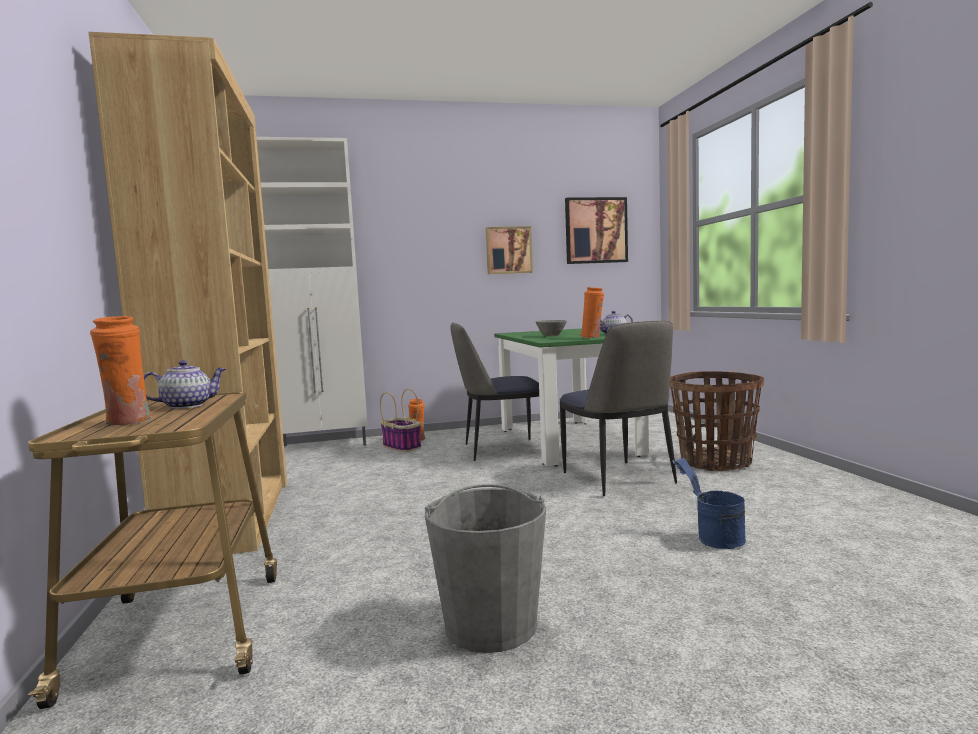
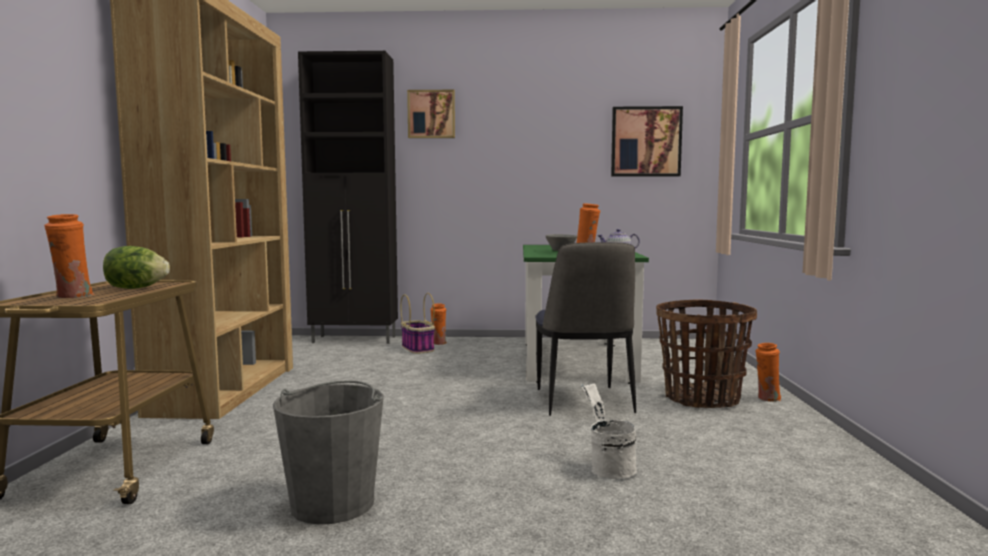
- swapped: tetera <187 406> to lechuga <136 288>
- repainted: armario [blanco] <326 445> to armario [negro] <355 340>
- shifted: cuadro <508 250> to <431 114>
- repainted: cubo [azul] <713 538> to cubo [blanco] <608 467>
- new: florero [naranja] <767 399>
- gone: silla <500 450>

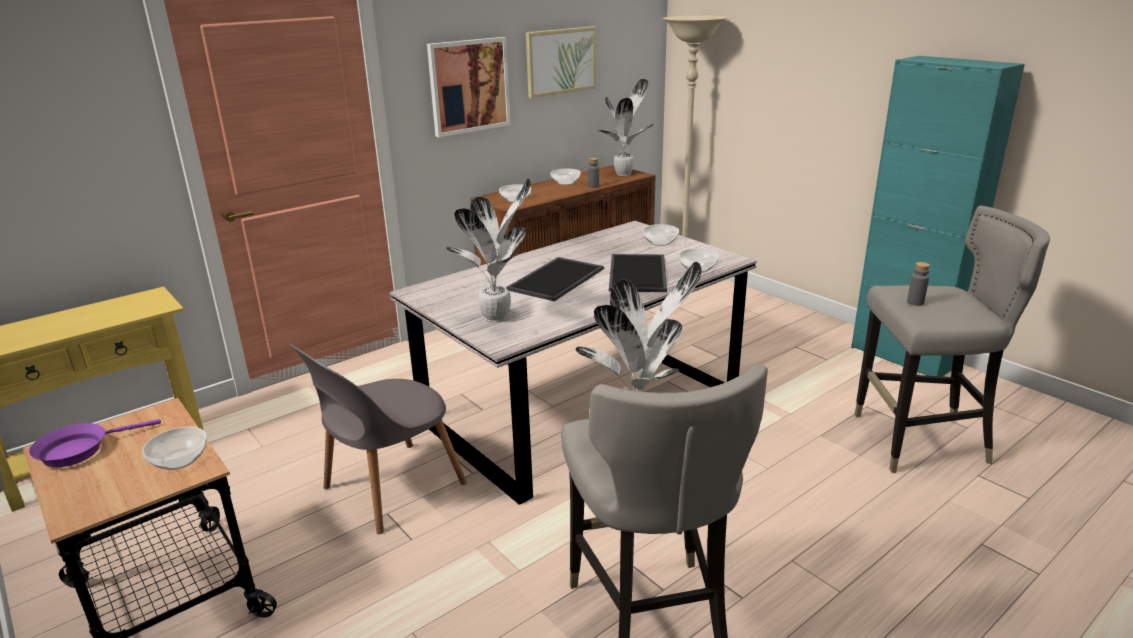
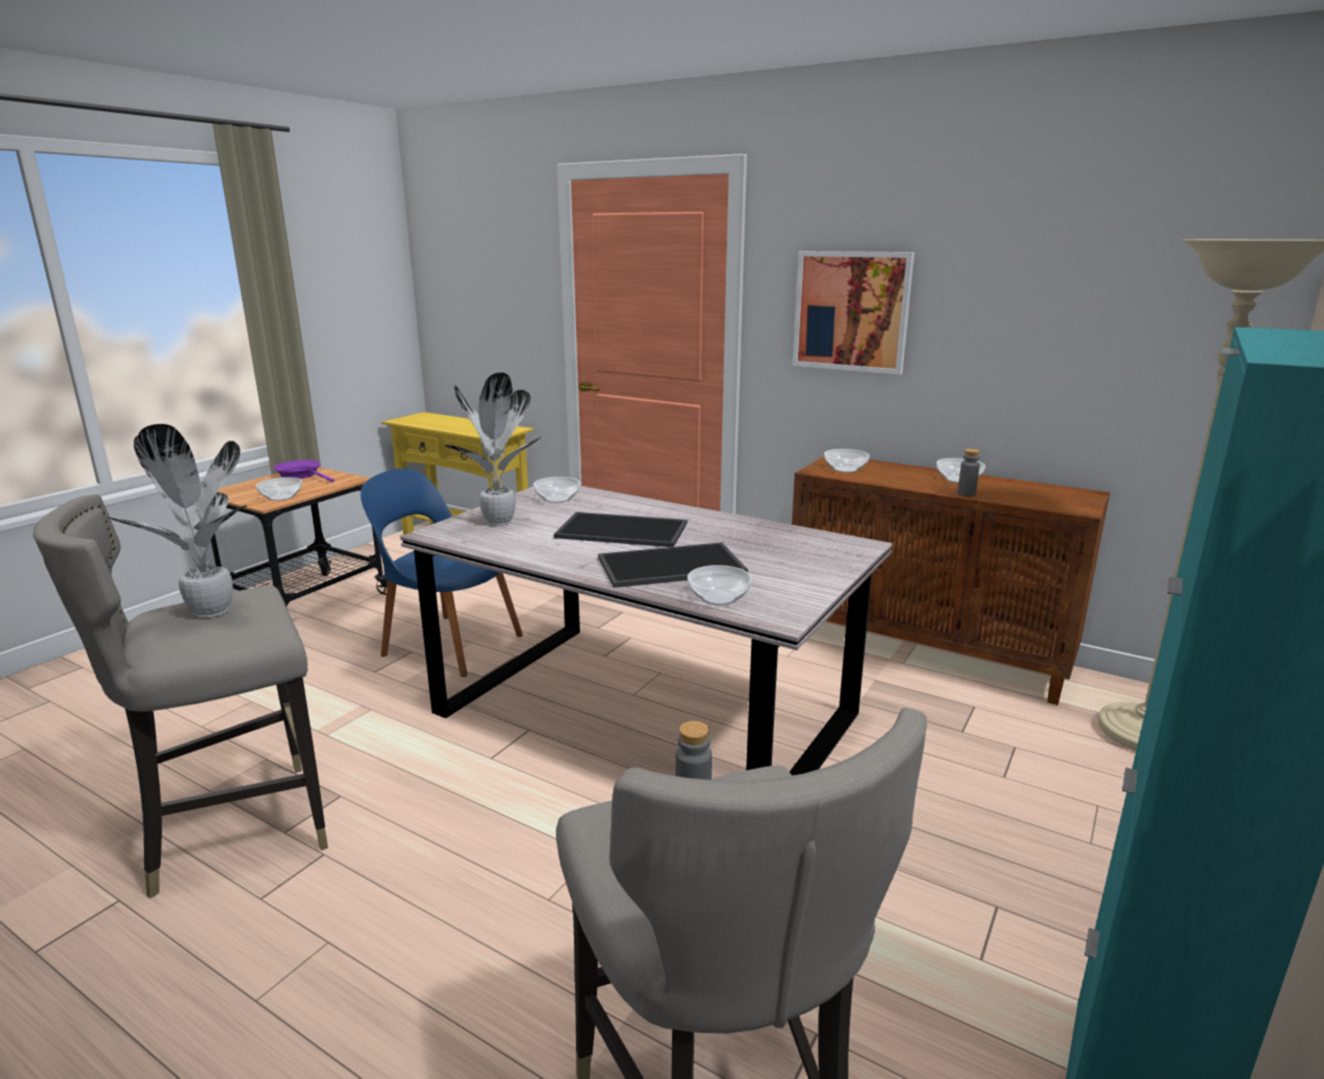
- repainted: silla [gris] <389 488> to silla [azul] <448 643>
- shifted: cuenco <661 242> to <557 499>
- gone: cuadro <560 61>
- gone: planta en maceta <625 174>

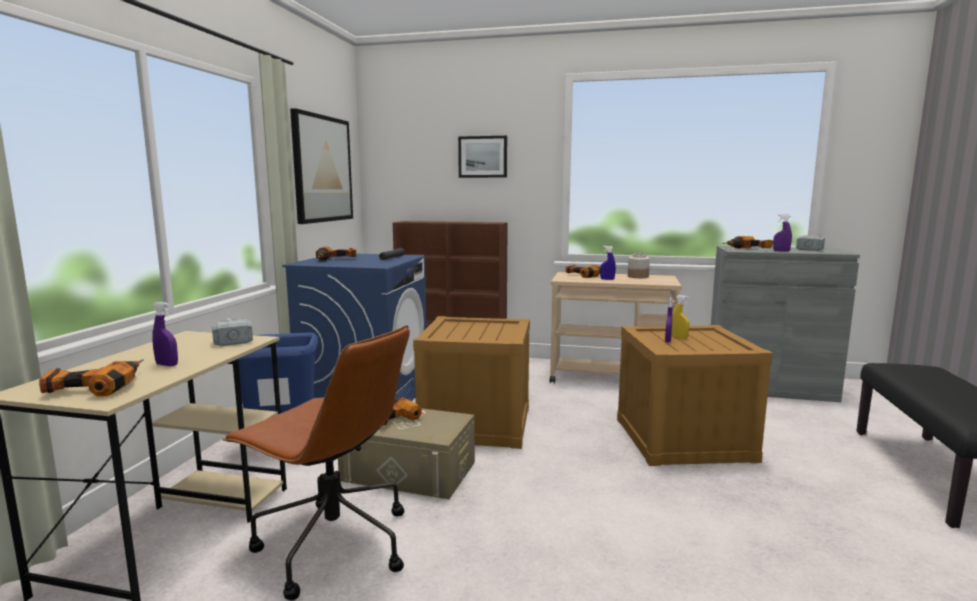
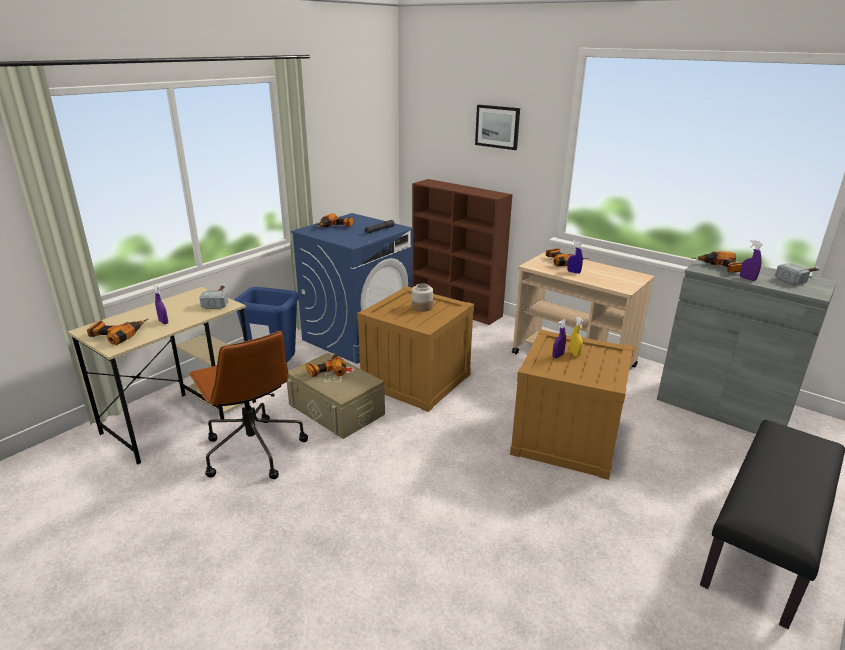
- shifted: tarro <637 276> to <421 307>
- gone: cuadro <322 169>

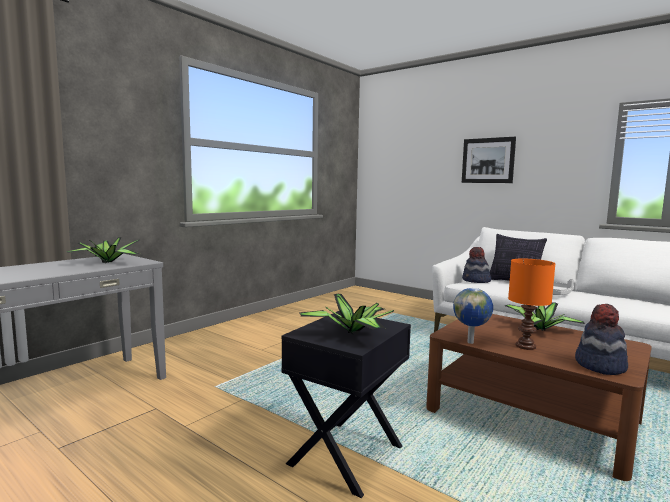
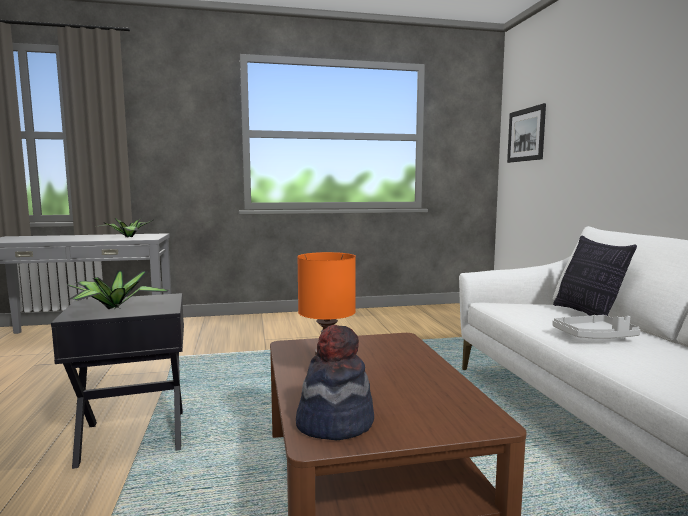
- shifted: cuadro <488 160> to <526 135>
- gone: globo terráqueo <471 342>
- gone: sombrero <476 281>
- gone: planta en maceta <540 330>

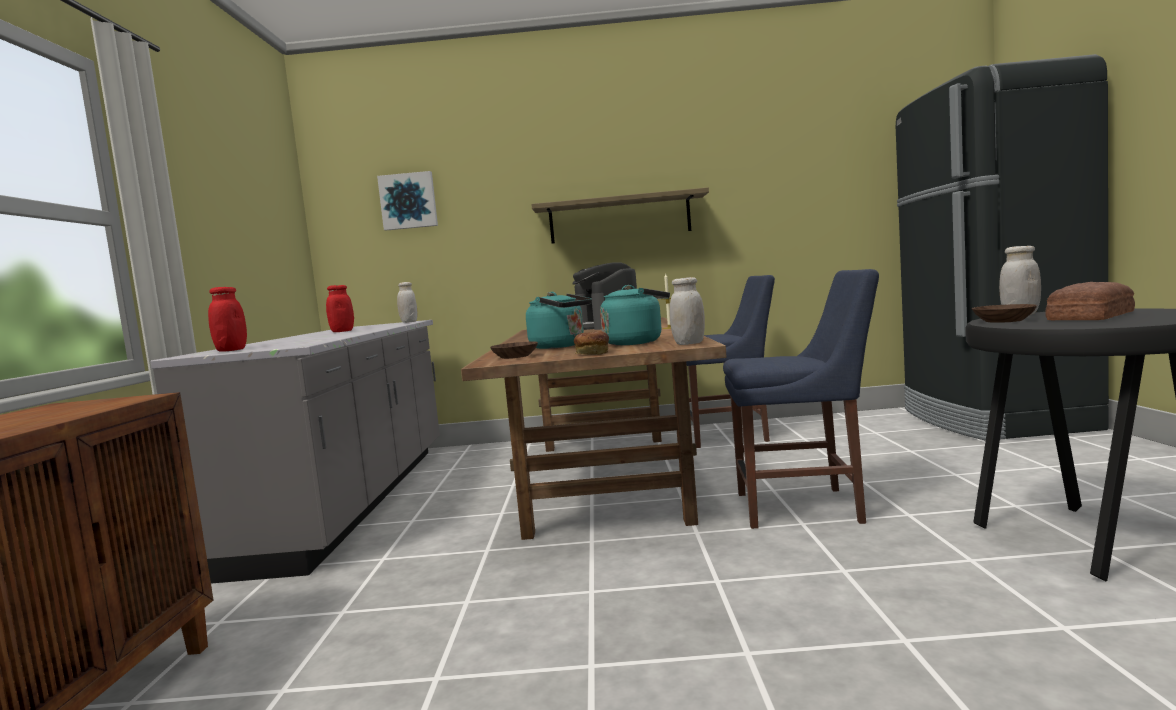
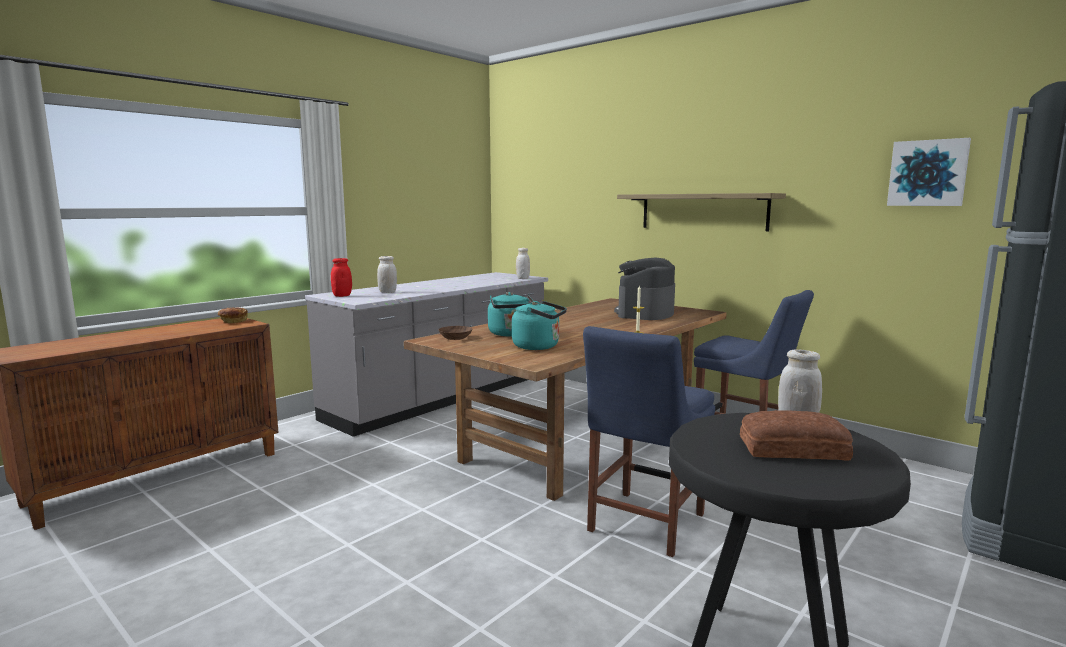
- shifted: pan <592 353> to <233 321>
- shifted: tarro [blanco] <689 343> to <387 292>
- rotated: silla [azul] <805 507> = <643 525> 75 degrees clockwise
- shifted: cuadro <408 201> to <928 173>
- gone: tarro [rojo] <342 331>
- gone: cuenco [marrón] <1005 321>

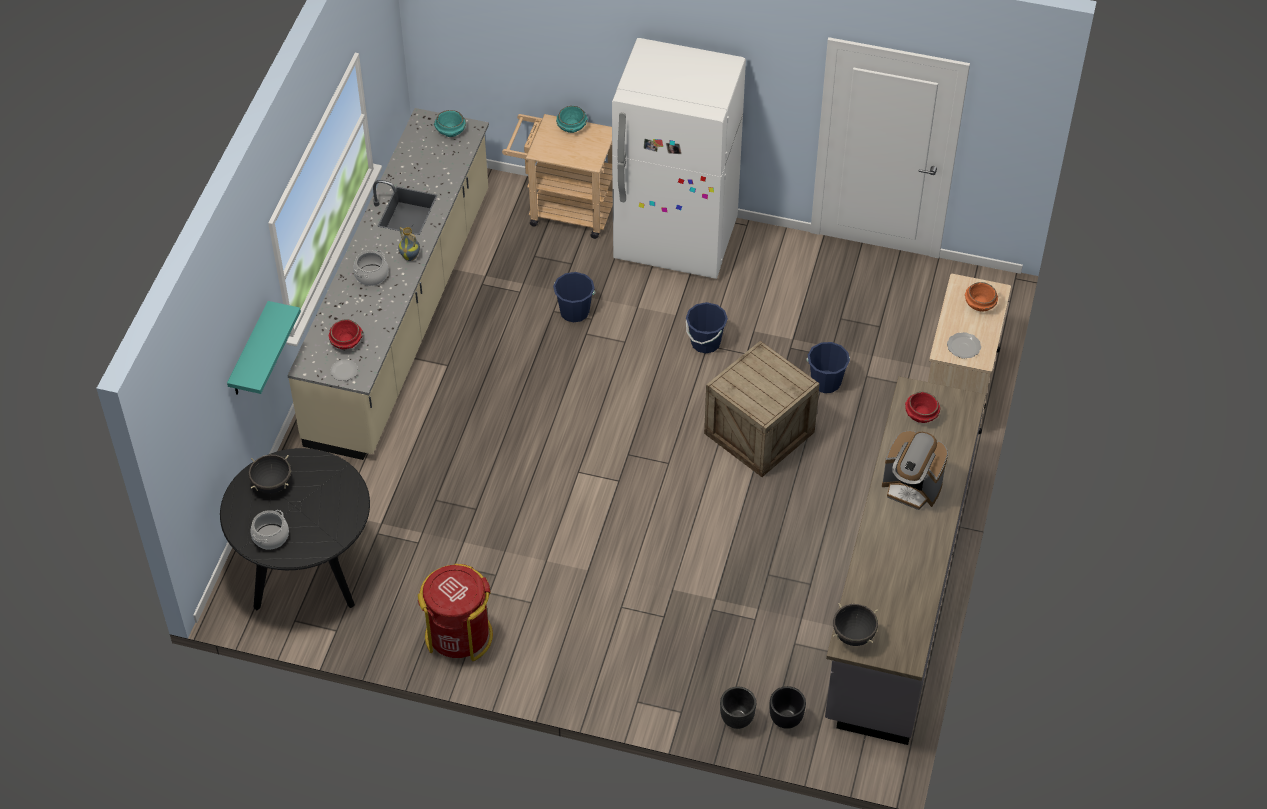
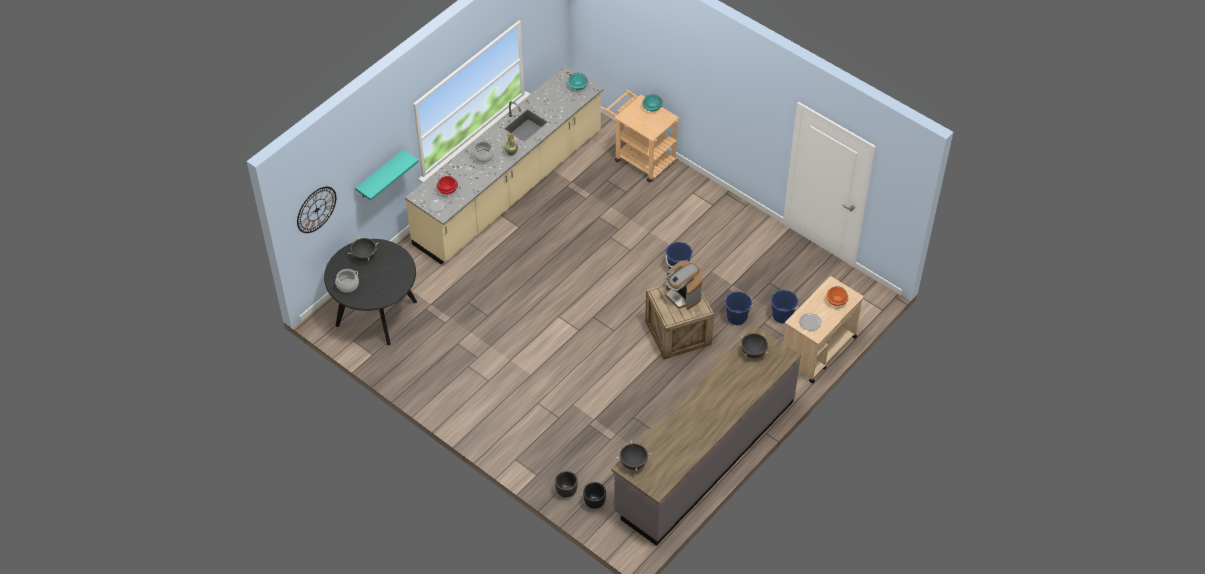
- new: reloj de pared <316 209>
- shifted: cafetera <912 487> to <682 296>
- swapped: cuenco [rojo] <921 415> to olla [negro] <753 352>
- shifted: cubo [azul] <574 311> to <782 316>
- gone: papelera [rojo] <459 635>
- gone: nevera [blanco] <676 241>

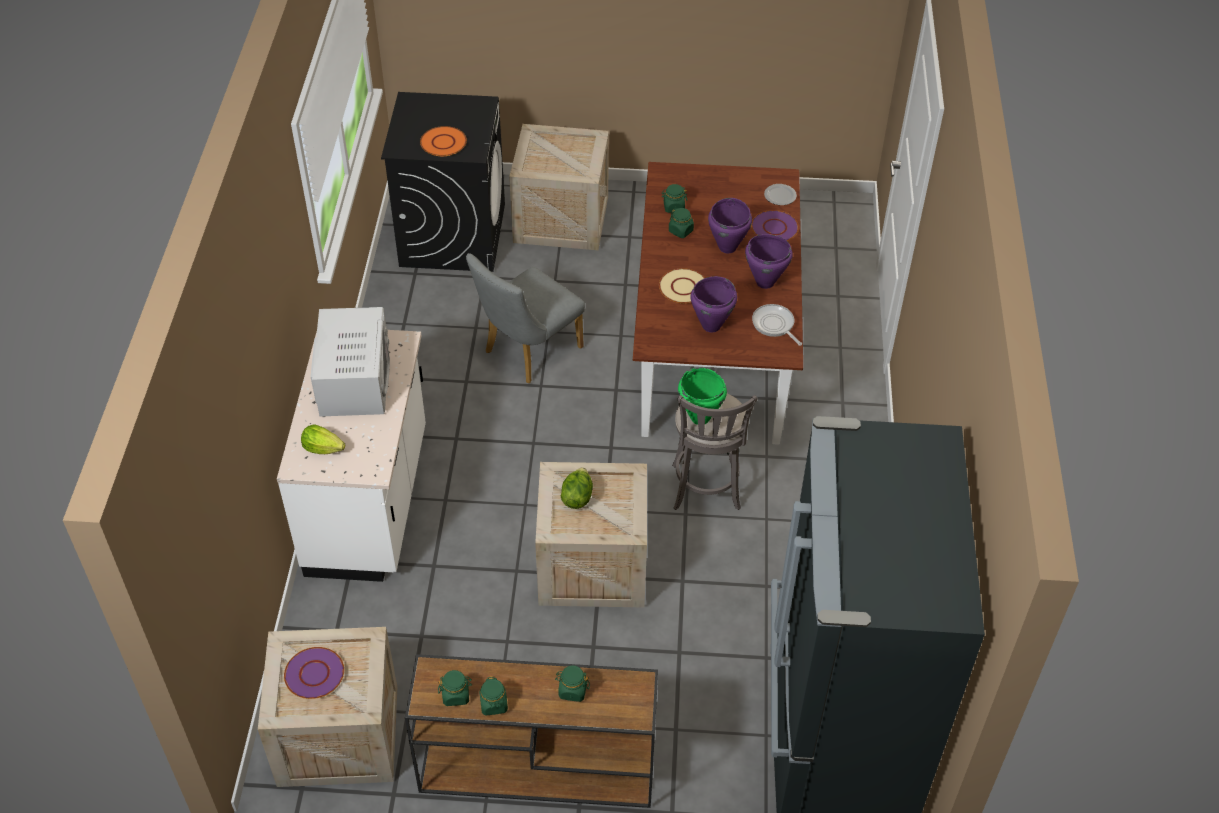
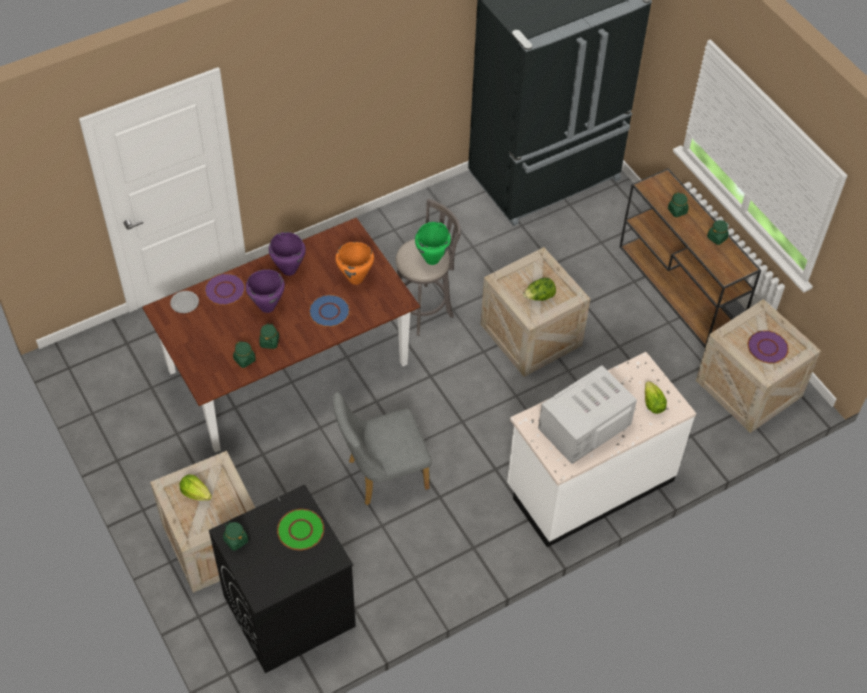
- new: lechuga <196 493>
- shifted: tarro [verde] <456 695> to <236 540>
- repainted: plato [naranja] <443 143> to plato [verde] <301 530>
- repainted: plato [beis] <683 287> to plato [azul] <329 312>
- rotated: silla [gris] <527 352> = <381 475> 150 degrees clockwise
- repainted: olla [morado] <710 326> to olla [naranja] <356 279>
- gone: sartén <774 325>

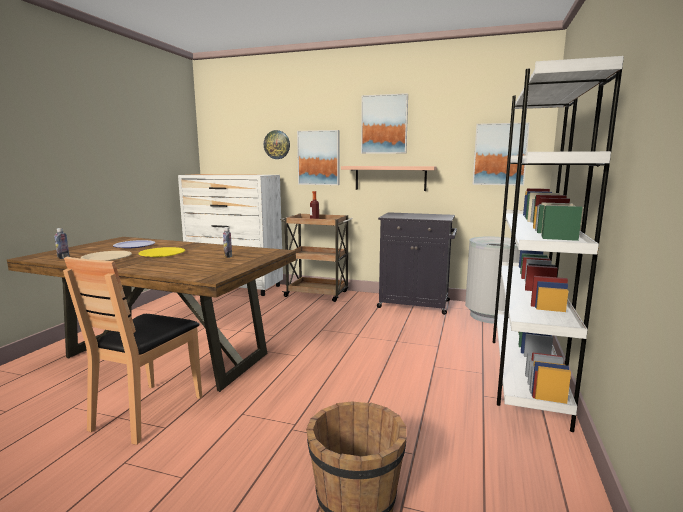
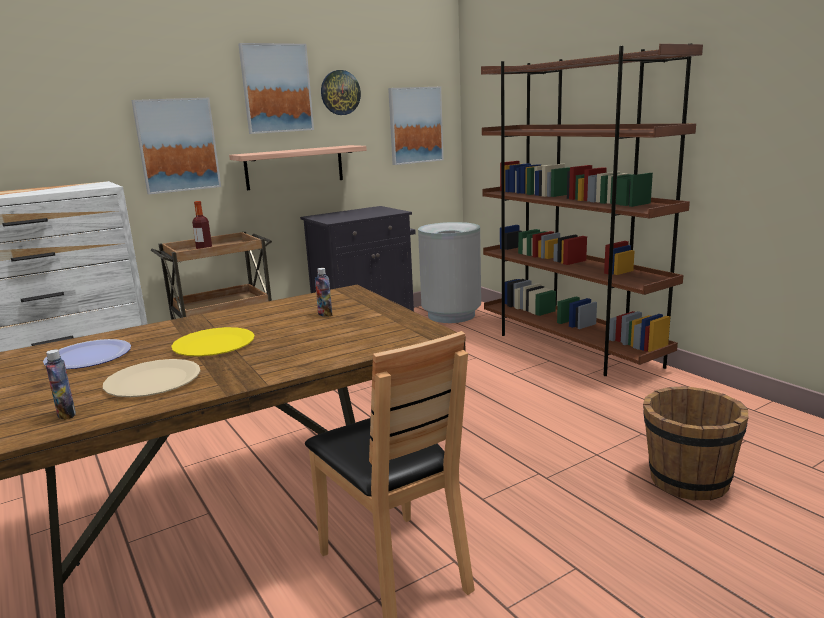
- shifted: reloj de pared <277 144> to <340 92>
- repainted: estantería [blanco] <525 373> to estantería [marrón] <570 347>

